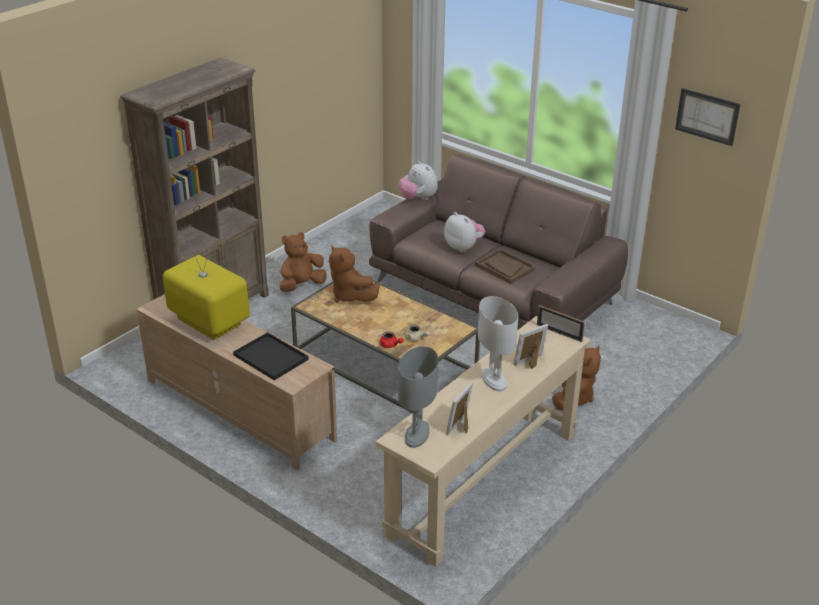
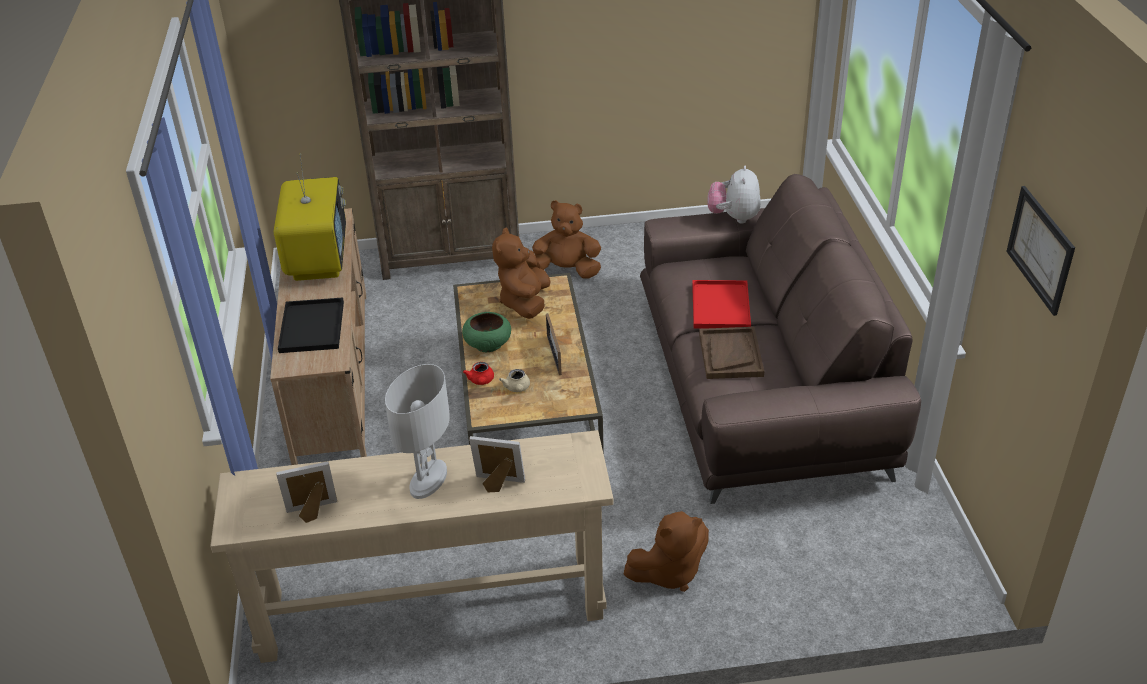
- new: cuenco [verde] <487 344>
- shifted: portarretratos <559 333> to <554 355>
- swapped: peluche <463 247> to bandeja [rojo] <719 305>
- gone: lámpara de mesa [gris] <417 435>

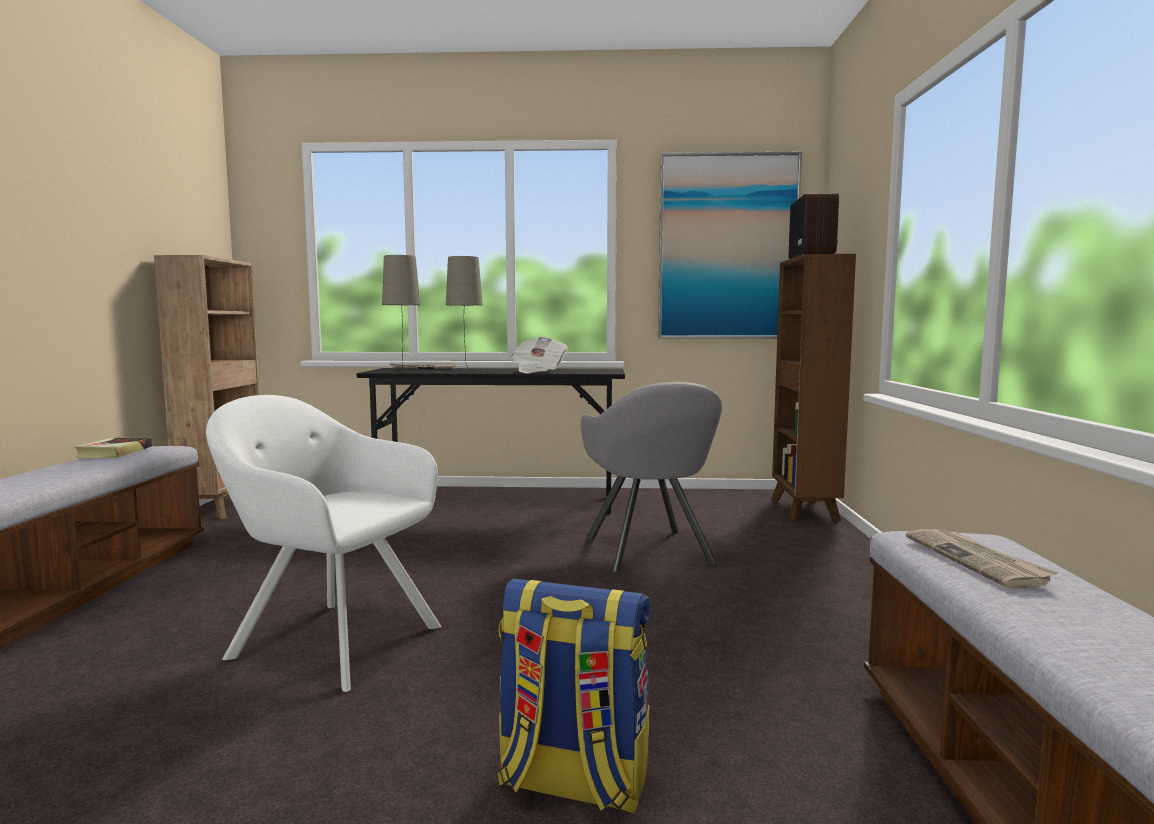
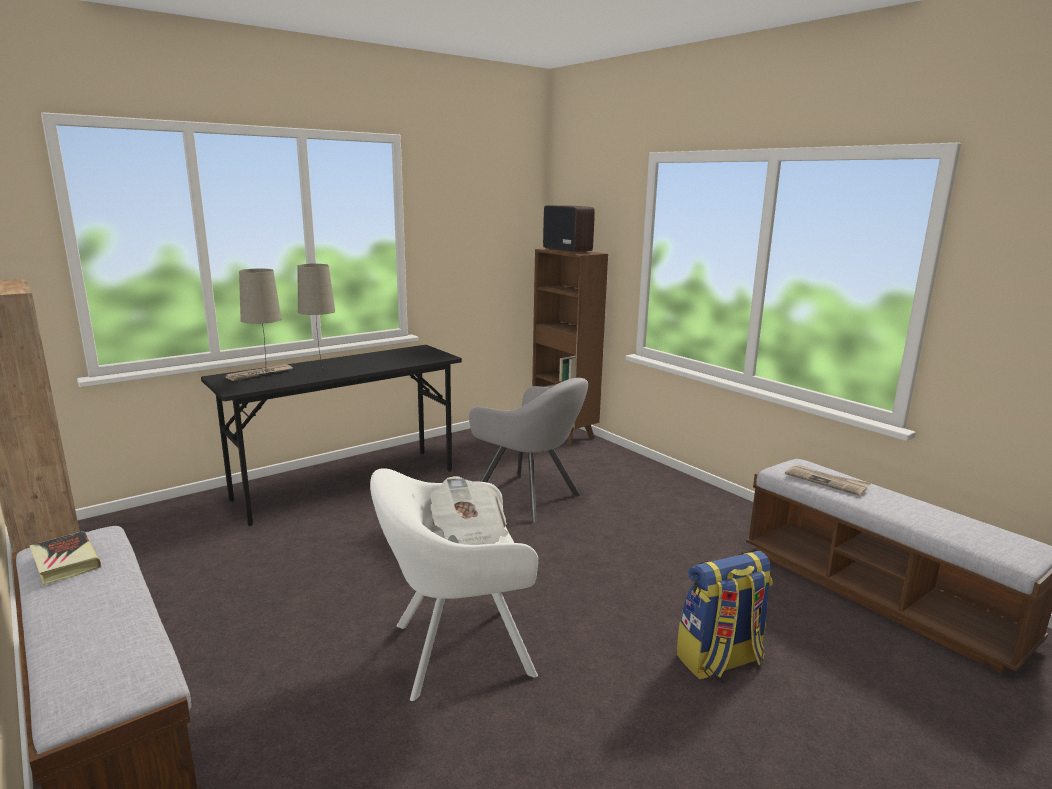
- shifted: periódico <538 371> to <469 534>
- gone: cuadro <727 247>

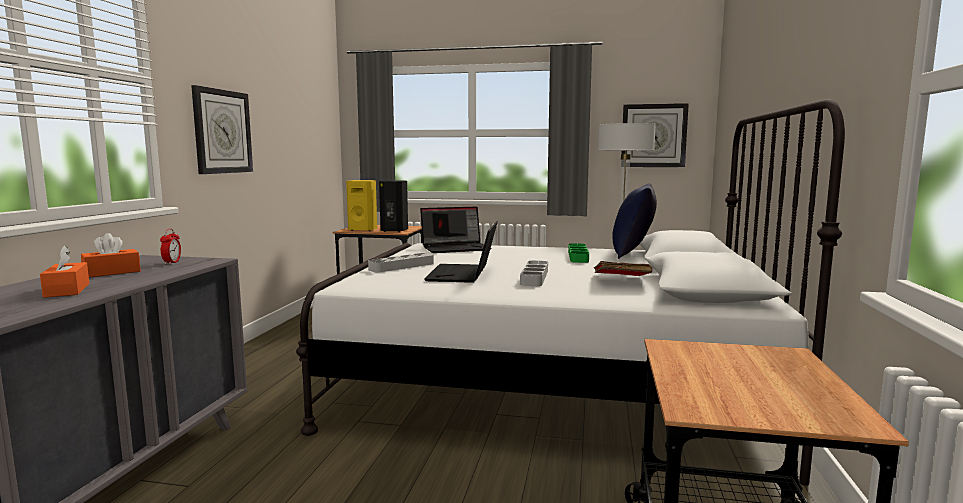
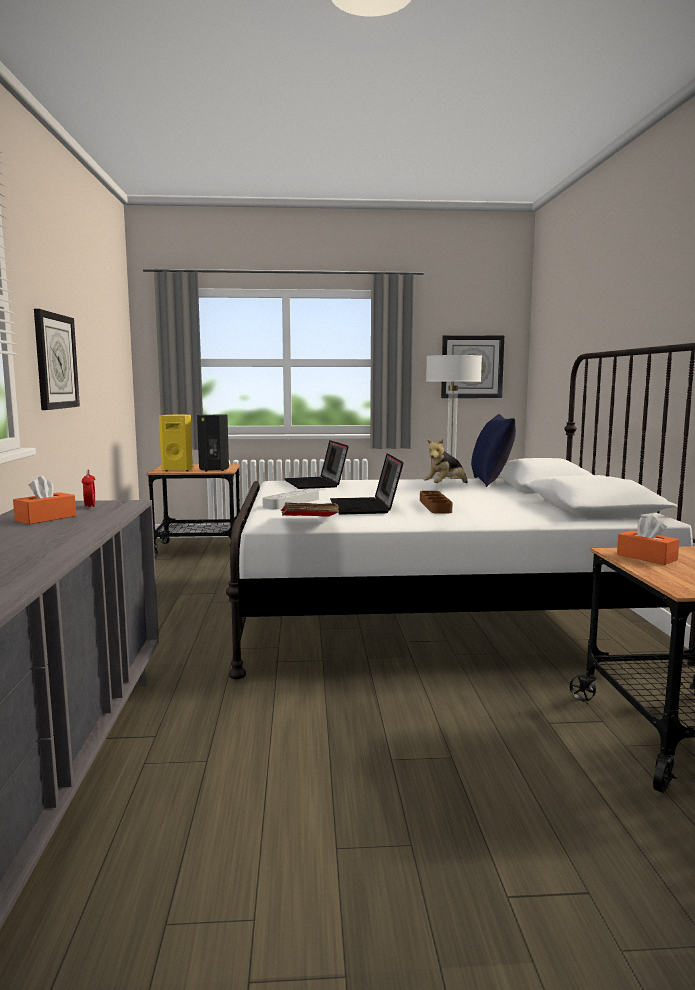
- shifted: libro [rojo] <620 281> to <308 523>
- rotated: portátil <456 248> = <316 484> 105 degrees clockwise
- repainted: bandeja [gris] <534 277> to bandeja [marrón] <435 506>
- swapped: bandeja [verde] <578 256> to peluche <446 486>
- shifted: caja de pañuelos [naranja] <67 290> to <646 557>

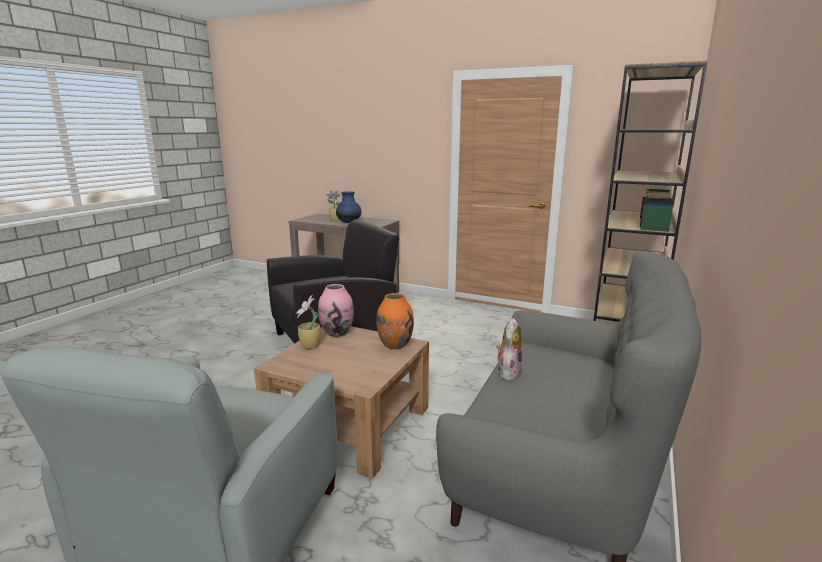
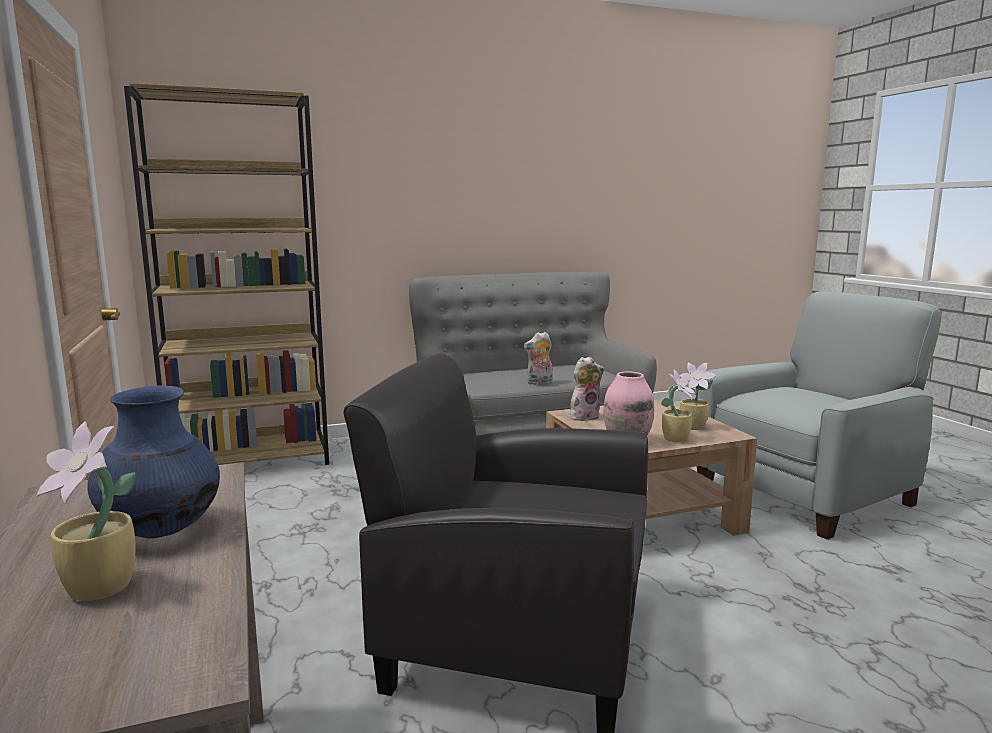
- swapped: florero [naranja] <395 344> to peluche <584 416>
- new: planta en maceta <694 427>

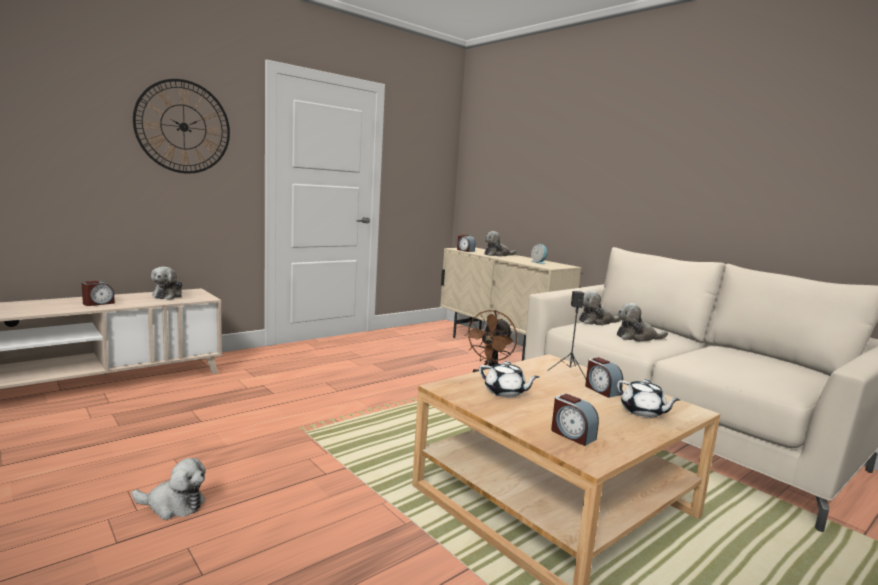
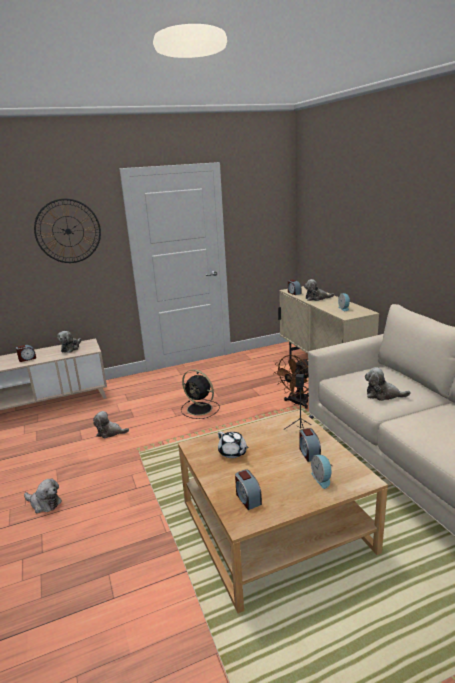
- shifted: peluche <597 322> to <110 432>
- new: ventilador [negro] <200 409>
- swapped: tetera [blanco] <643 412> to despertador <322 479>

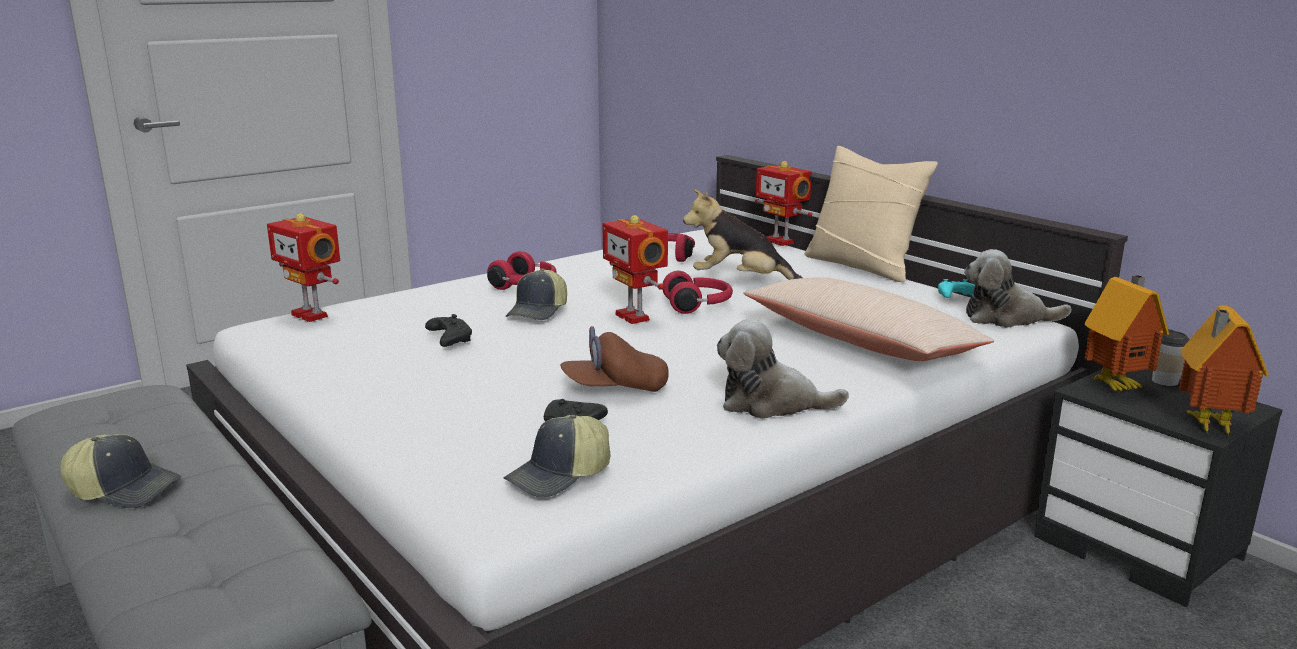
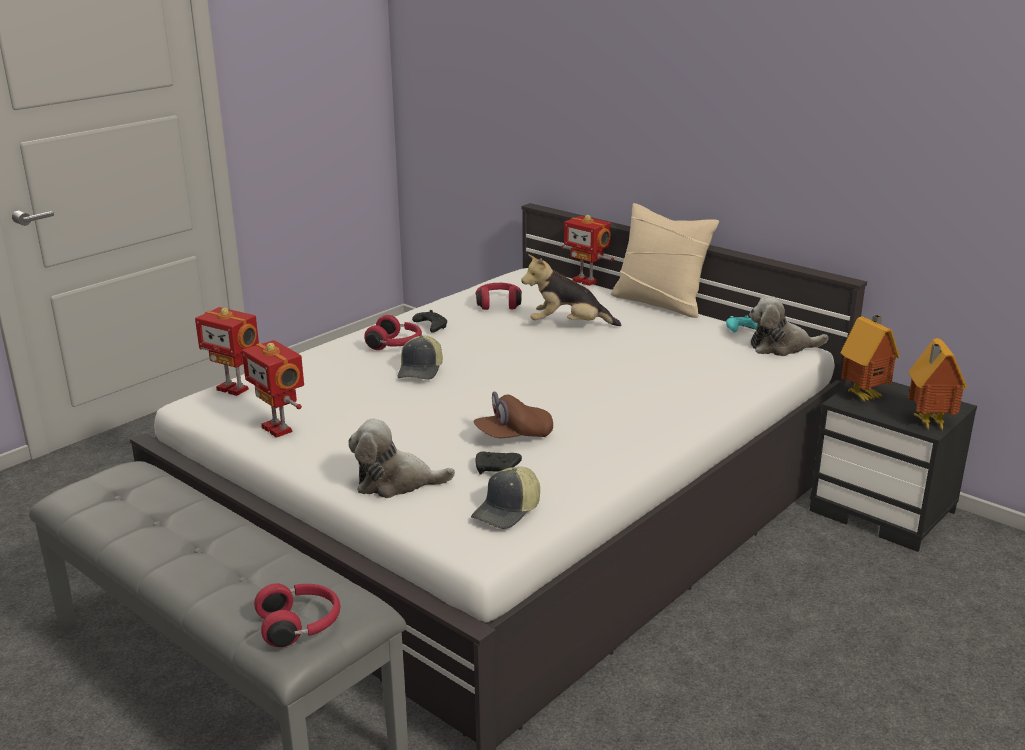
- shifted: robot de juguete <634 317> to <279 428>
- shifted: auriculares [rojo] <698 306> to <300 625>
- shifted: peluche <771 403> to <396 483>
- shifted: mando de consola [negro] <449 339> to <430 327>
- gone: gorra <125 489>
- gone: cojín [beis] <861 342>
- gone: taza <1165 381>

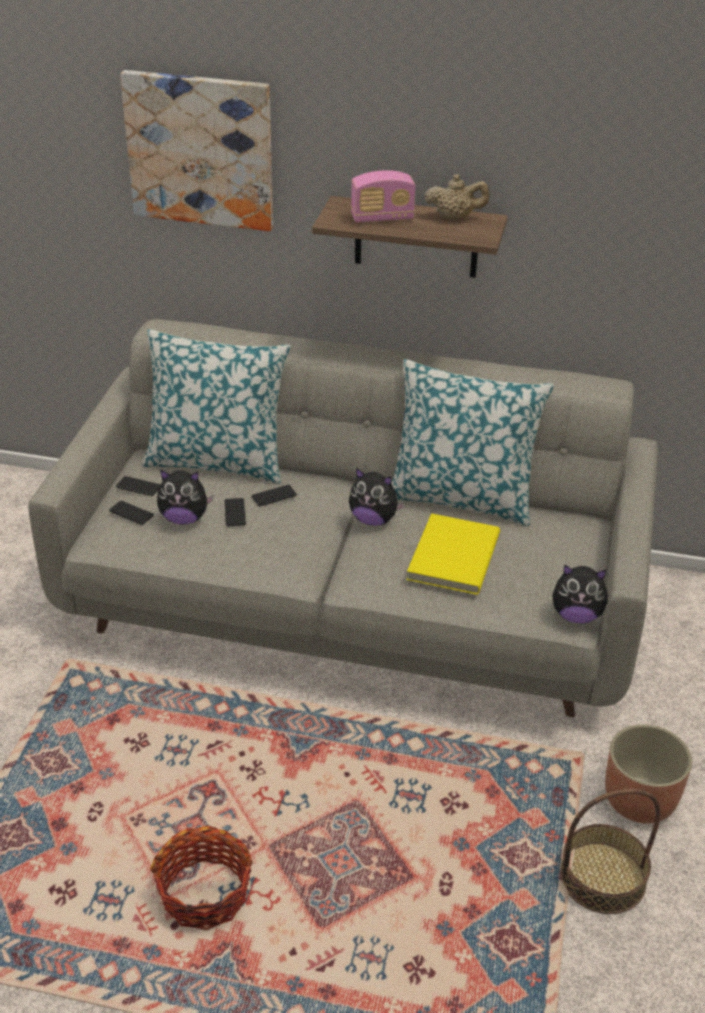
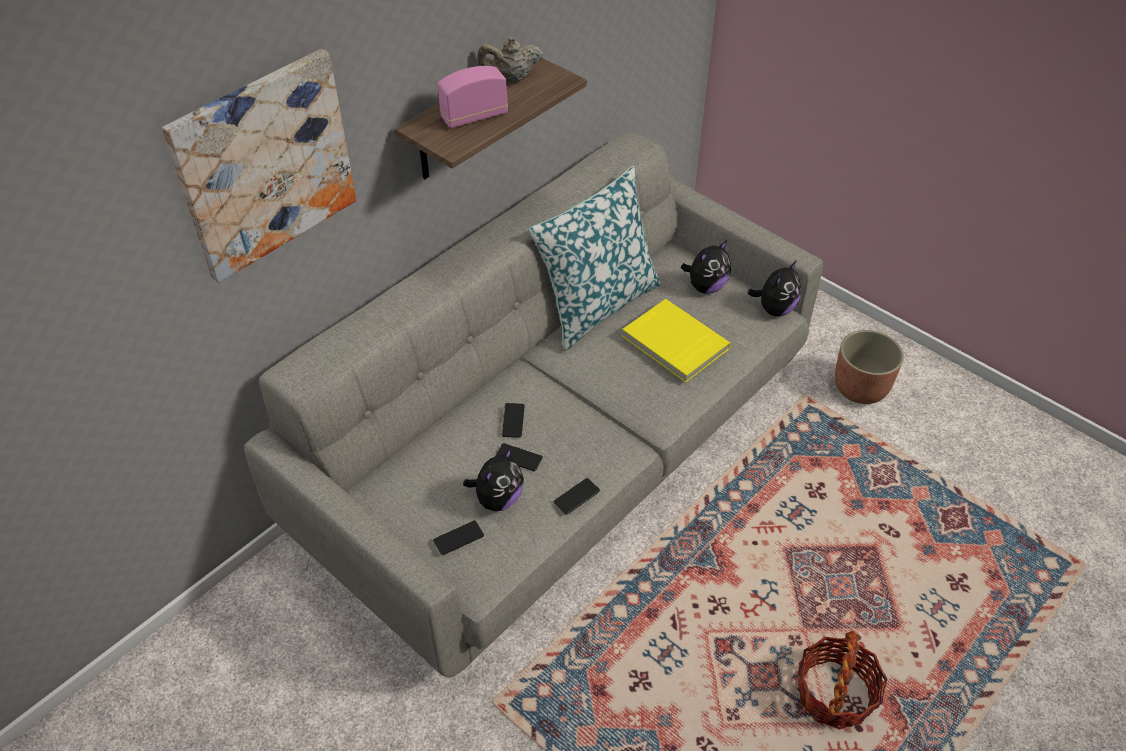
- rotated: radio <382 218> = <474 116> 135 degrees counterclockwise
- rotated: tetera [beis] <455 217> = <511 78> 135 degrees counterclockwise
- shifted: móvil <138 487> to <576 496>
- shifted: peluche <373 520> to <706 287>
- gone: cojín <217 461>
- gone: cesta <602 877>

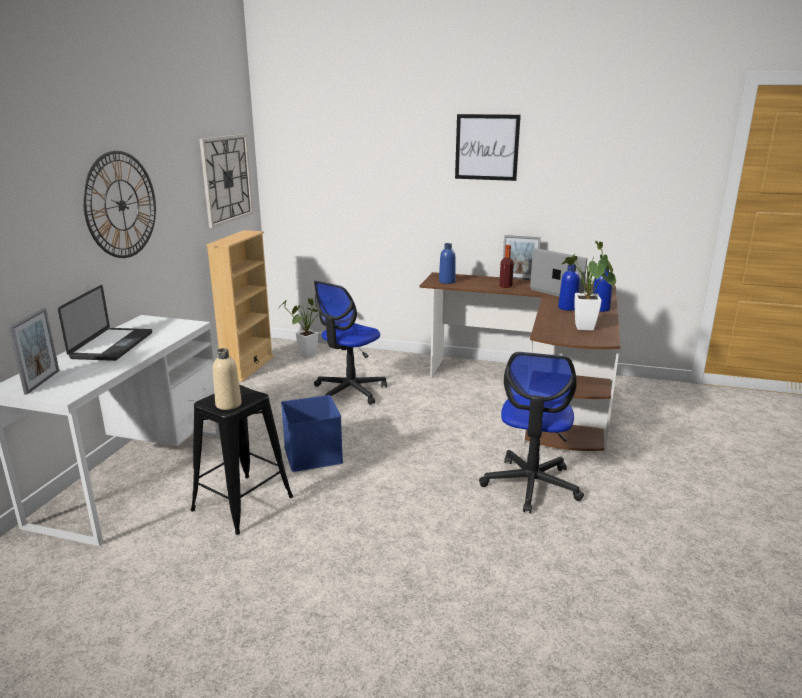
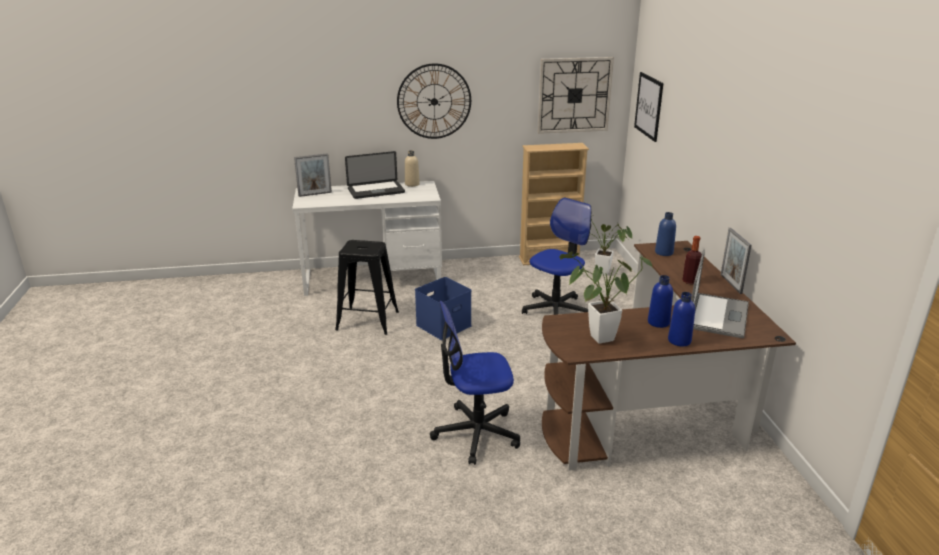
- shifted: botella [beis] <228 404> to <412 184>
- rotated: silla de oficina <350 391> = <556 310> 120 degrees clockwise
- shifted: cuadro <487 147> to <648 106>

